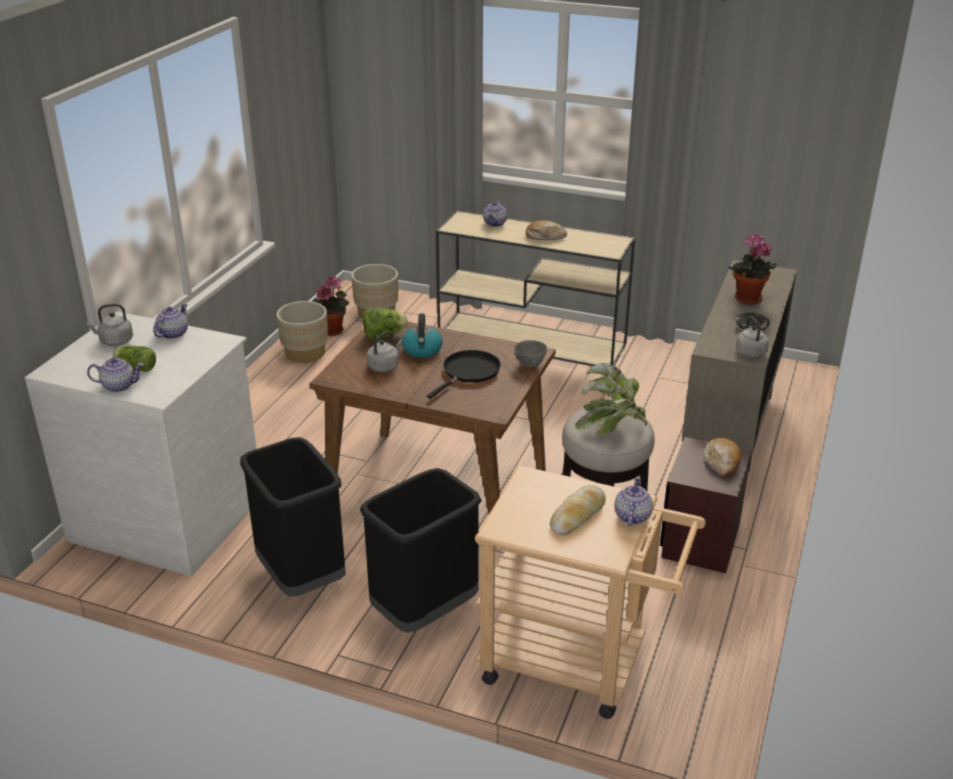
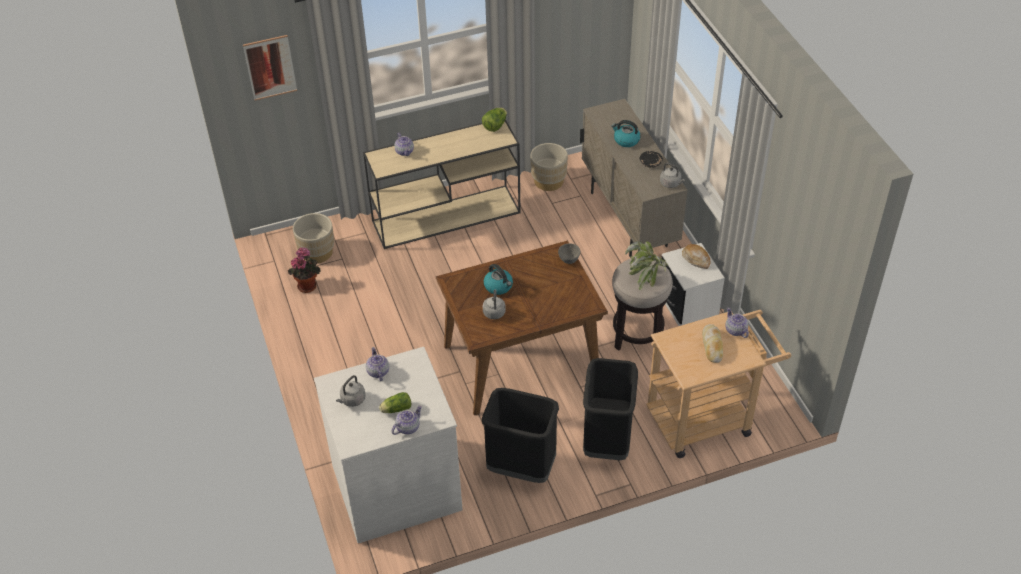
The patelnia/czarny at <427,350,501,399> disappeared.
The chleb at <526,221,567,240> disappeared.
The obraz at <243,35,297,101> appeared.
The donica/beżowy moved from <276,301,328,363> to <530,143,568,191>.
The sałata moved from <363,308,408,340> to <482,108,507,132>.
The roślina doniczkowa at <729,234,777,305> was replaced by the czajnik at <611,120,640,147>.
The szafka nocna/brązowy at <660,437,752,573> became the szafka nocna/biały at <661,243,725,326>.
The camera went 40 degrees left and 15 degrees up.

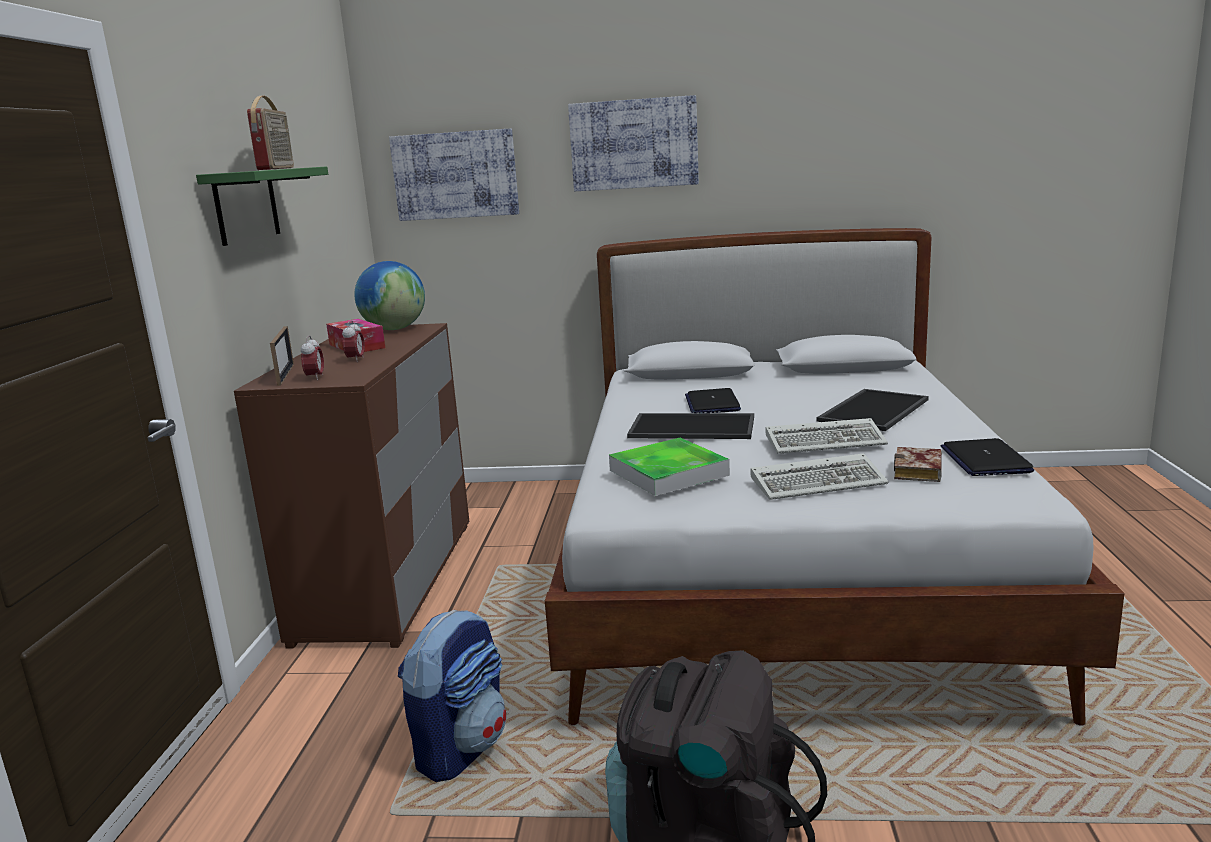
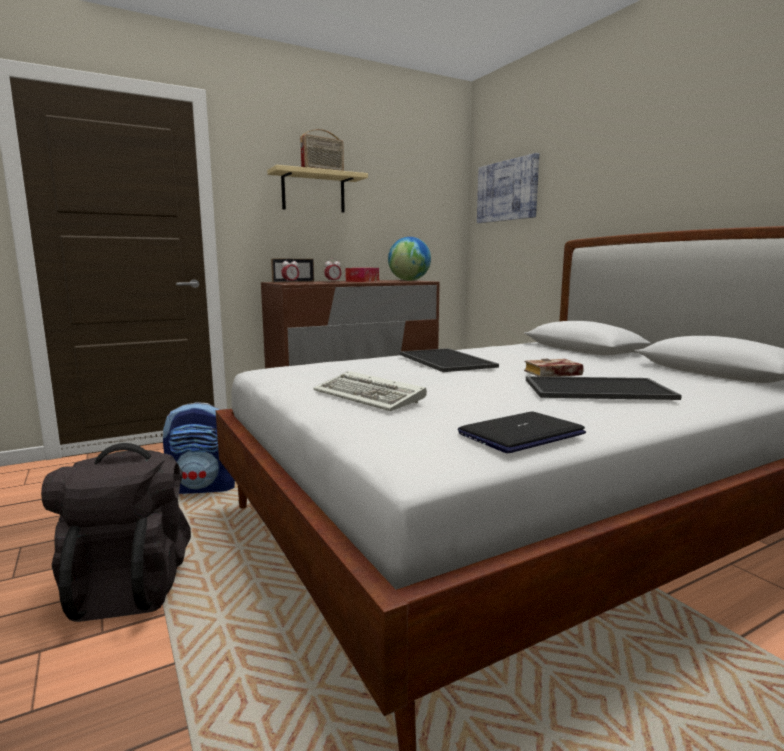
The obraz at <568,95,699,191> disappeared.
The taca at <609,438,730,496> disappeared.
The laptop at <685,388,741,413> disappeared.
The klawiatura at <765,418,888,454> disappeared.
The książka moved from <894,447,942,482> to <524,359,584,377>.
The półka/zielony at <196,166,328,246> became the półka/beżowy at <267,165,368,213>.
The camera went 55 degrees right and 5 degrees down.

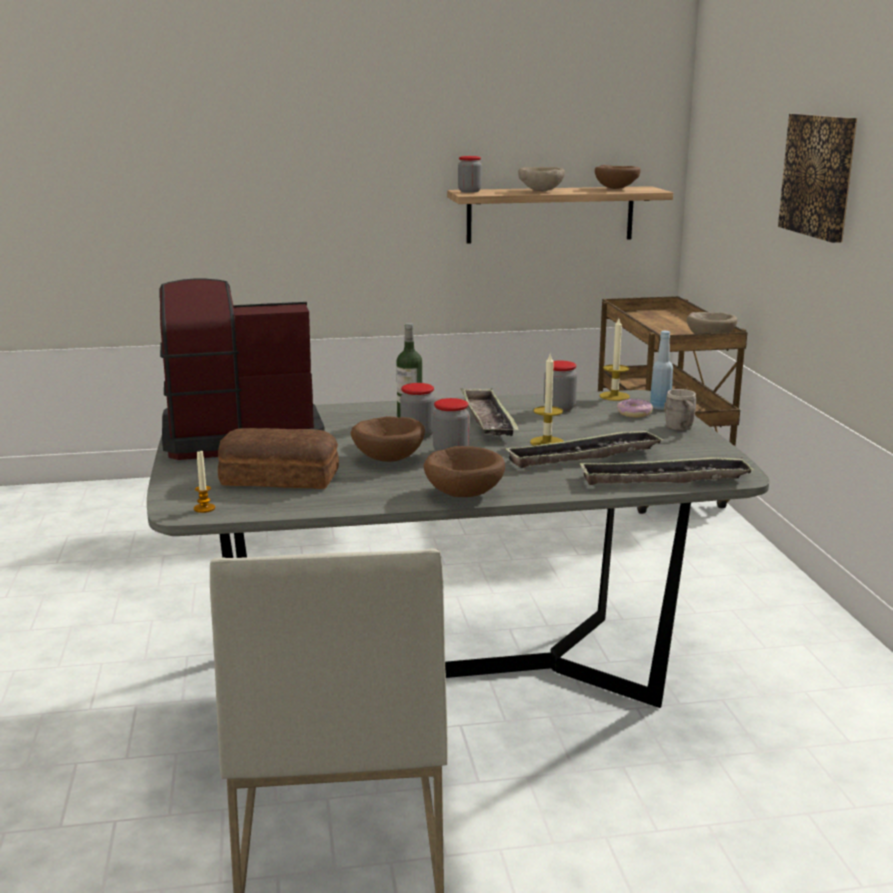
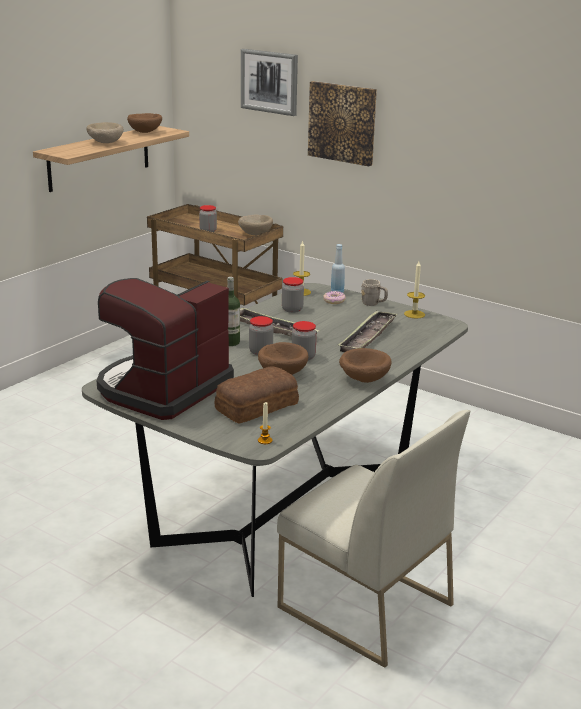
The taca at <579,457,755,485> disappeared.
The obraz at <241,49,298,116> appeared.
The słoik moved from <458,156,482,193> to <199,205,217,232>.
The świeca moved from <530,354,564,446> to <404,261,425,319>.
The camera went 45 degrees left and 5 degrees up.

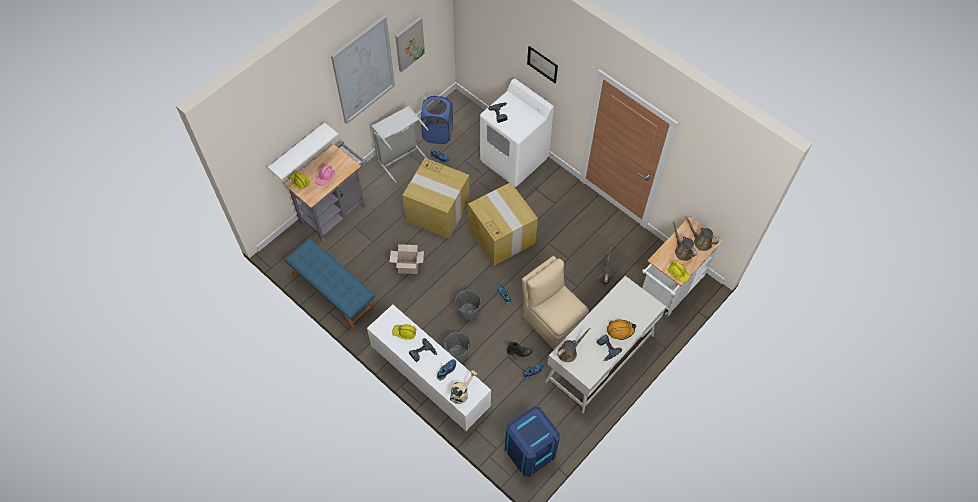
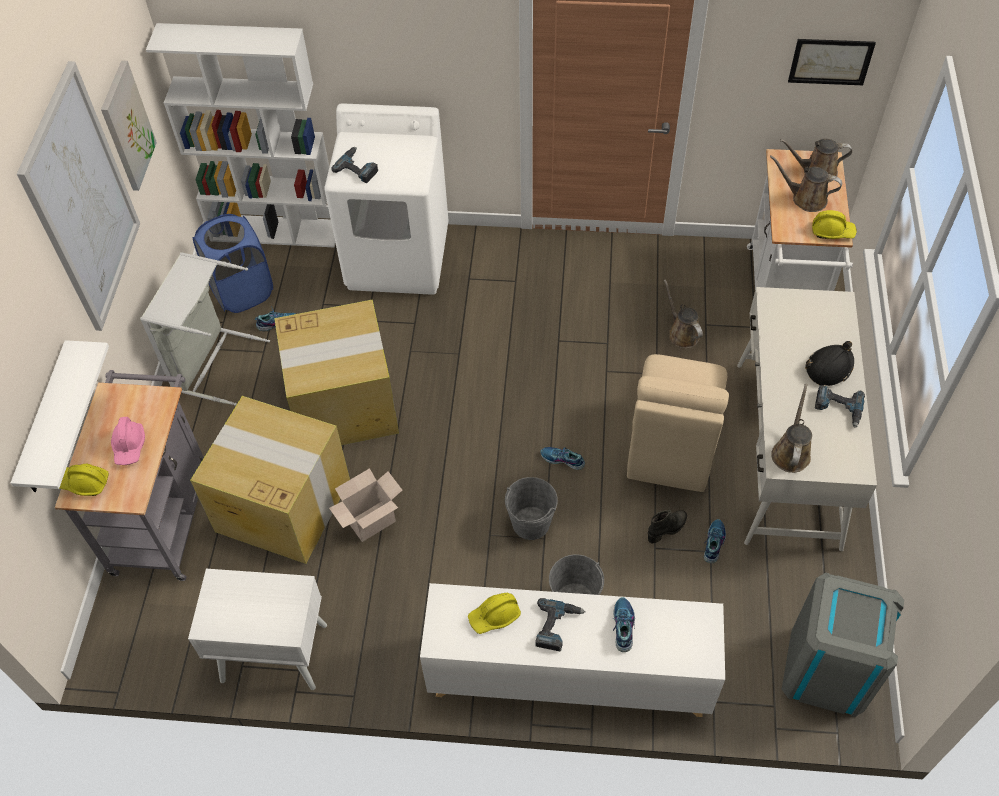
The konewka/beżowy at <450,370,477,404> disappeared.
The regał/biały at <146,23,335,247> appeared.
The karton moved from <468,182,538,265> to <190,396,350,564>.
The obraz moved from <527,46,558,84> to <788,39,876,85>.
The ławka/niebieski at <285,239,375,329> was replaced by the szafka nocna/biały at <188,569,327,690>.
The kosz na śmieci/niebieski at <505,406,560,477> became the kosz na śmieci/szary at <782,573,904,717>.
The kask/pomarańczowy at <607,320,636,340> became the kask/czarny at <805,341,854,386>.
The krzesło/beżowy at <522,256,589,350> turned 90 degrees counterclockwise.
The camera went 35 degrees left and 5 degrees down.

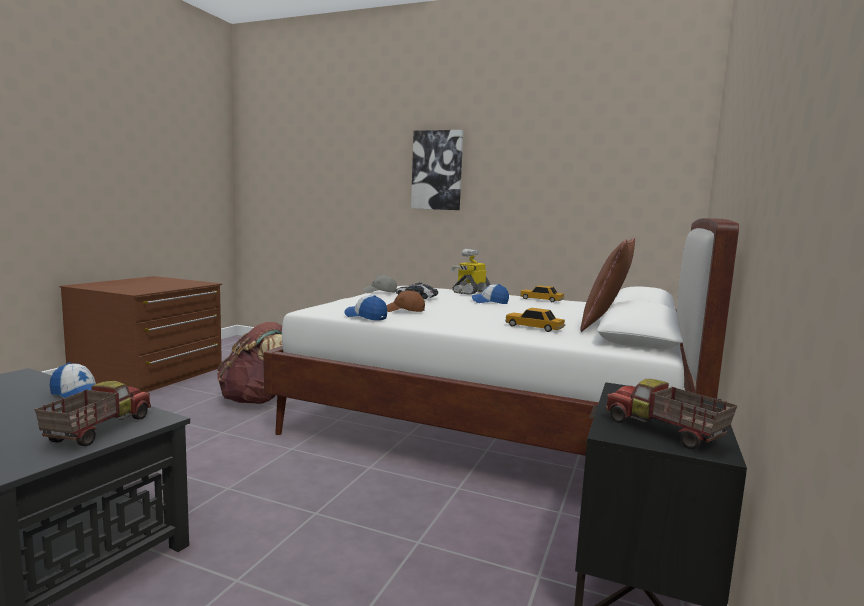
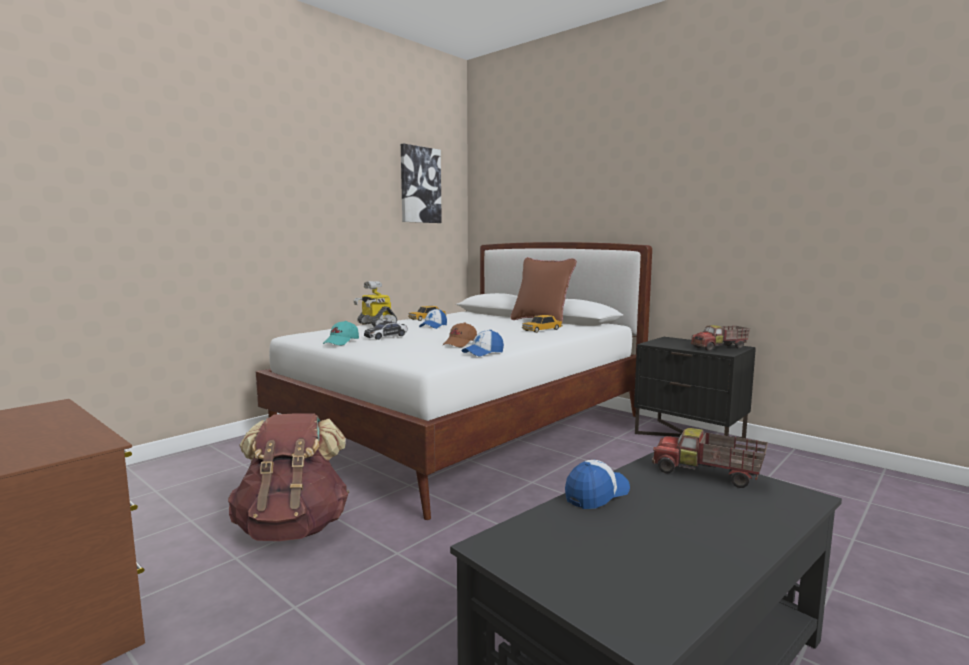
The obraz moved from <411,130,463,210> to <401,143,442,223>.
The czapka z daszkiem/szary at <363,275,397,293> became the czapka z daszkiem/turkusowy at <323,321,359,345>.
The camera went 70 degrees left and 0 degrees up.

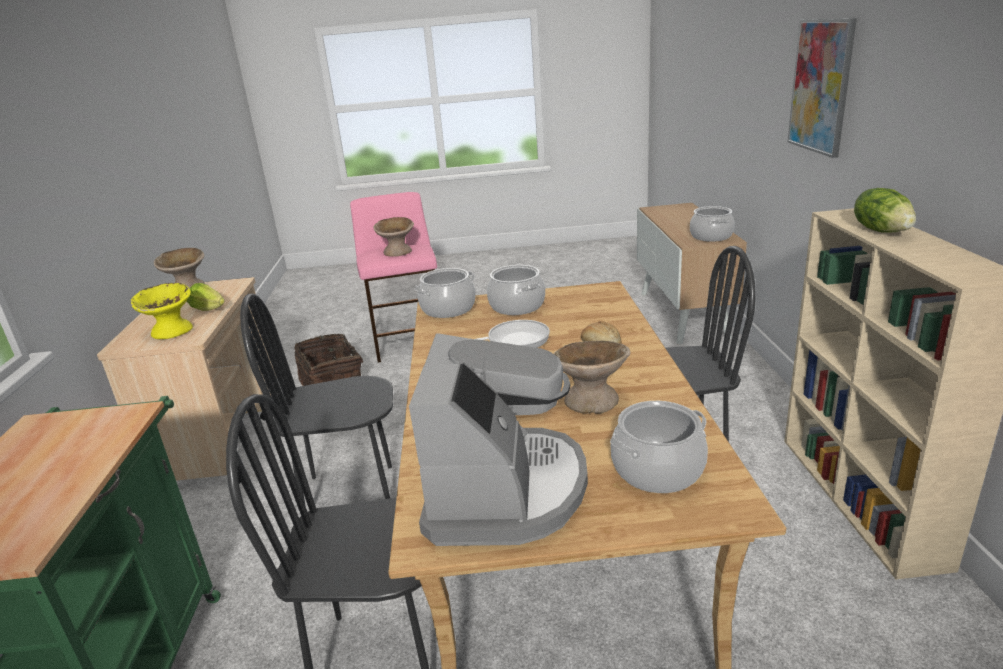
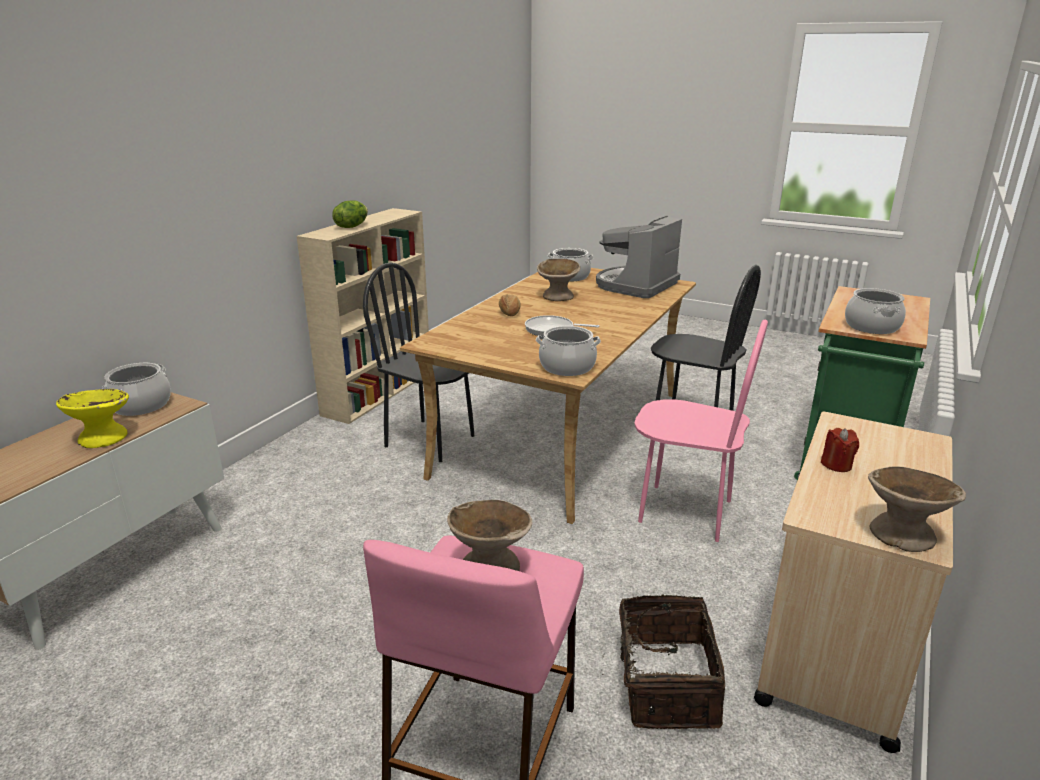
The obraz at <788,18,857,158> disappeared.
The miska/żółty moved from <131,283,193,339> to <56,389,129,448>.
The garnek moved from <487,265,545,315> to <845,288,906,334>.
The sałata at <187,283,225,311> was replaced by the świeca/czerwony at <821,428,859,472>.
The krzesło/czarny at <240,293,393,504> became the krzesło/różowy at <634,320,768,542>.
The camera went 150 degrees left and 0 degrees up.

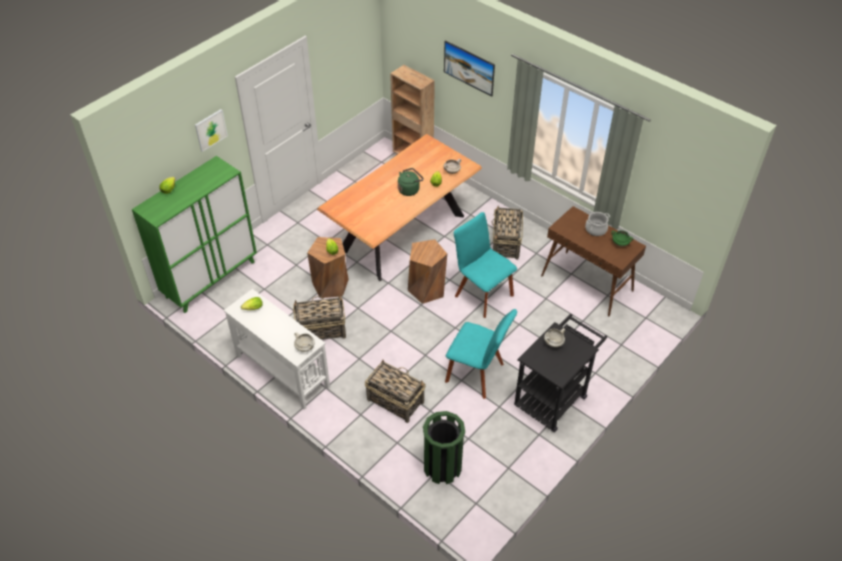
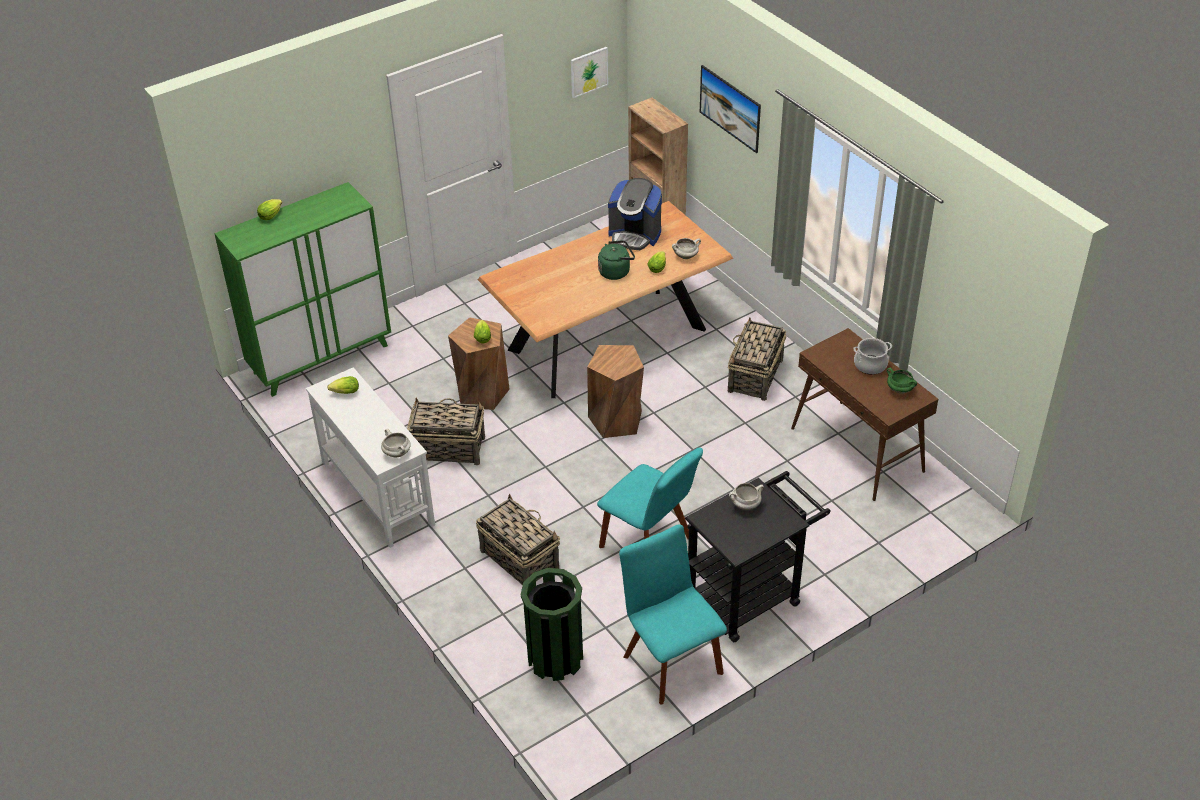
The ekspres do kawy at <608,178,662,250> appeared.
The obraz moved from <195,109,228,152> to <571,47,608,98>.
The krzesło/turkusowy moved from <454,212,517,318> to <619,524,727,704>.
The camera went 15 degrees right and 5 degrees down.

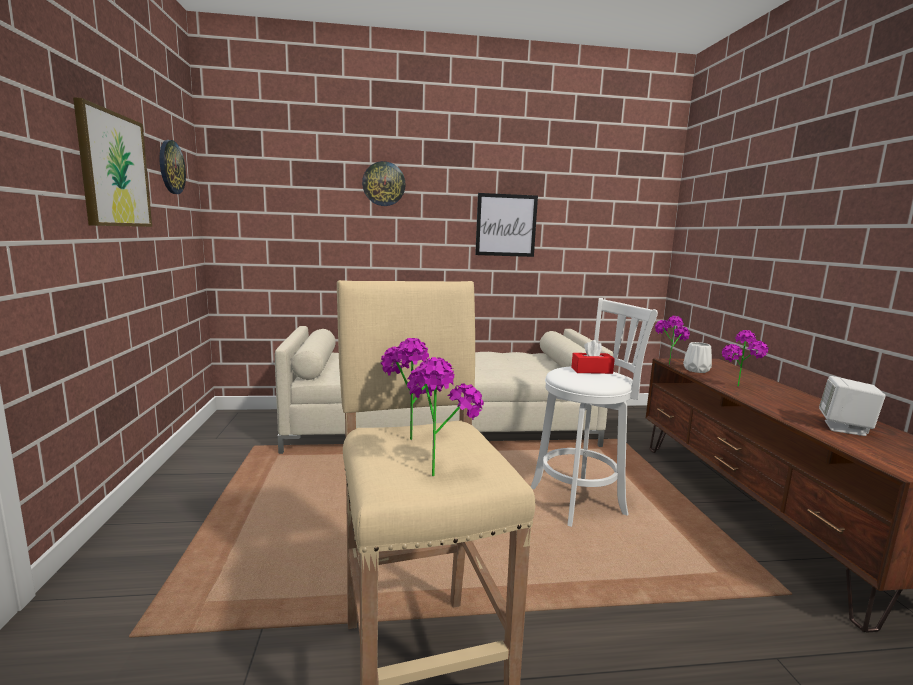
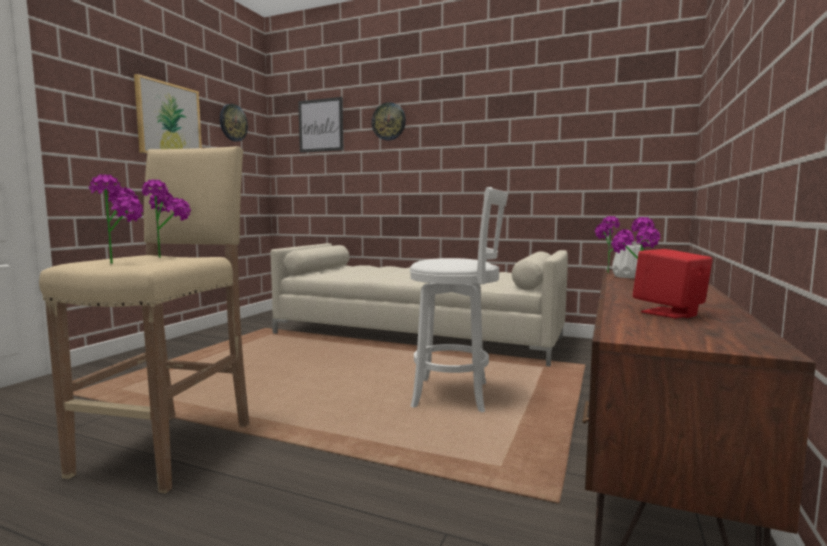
The pudełko chusteczek/czerwony at <571,340,615,374> disappeared.
The obraz moved from <475,193,538,257> to <298,97,343,153>.
The głośnik/biały at <819,376,886,436> became the głośnik/czerwony at <633,249,713,319>.
The camera went 30 degrees right and 5 degrees down.

